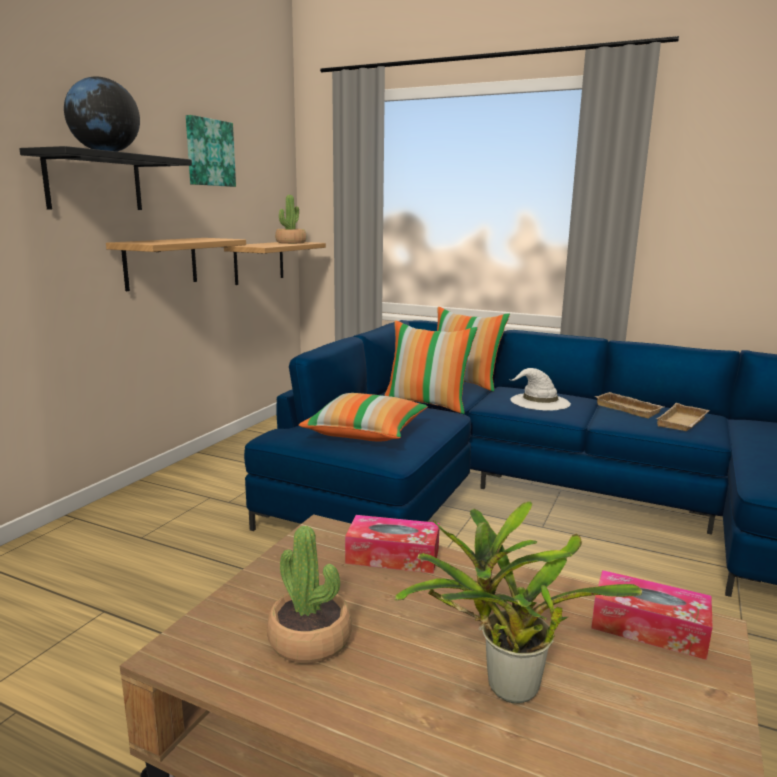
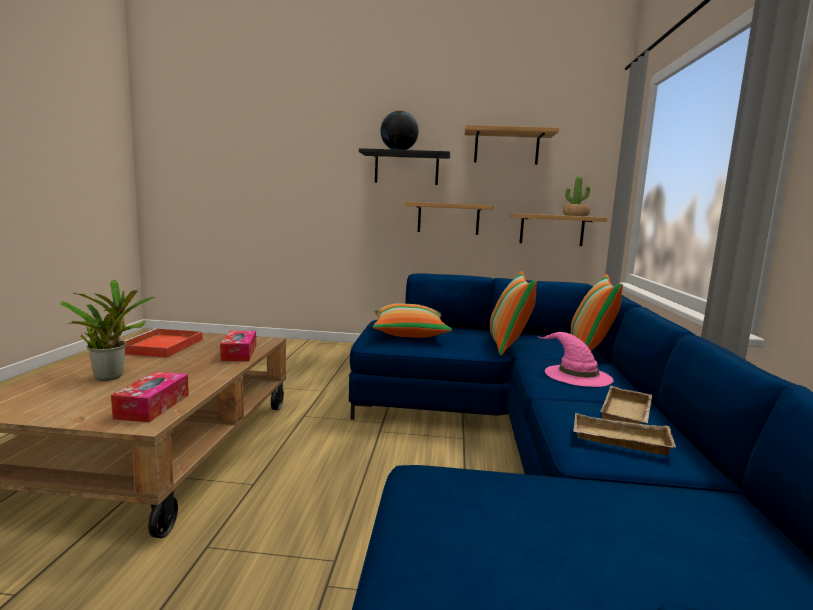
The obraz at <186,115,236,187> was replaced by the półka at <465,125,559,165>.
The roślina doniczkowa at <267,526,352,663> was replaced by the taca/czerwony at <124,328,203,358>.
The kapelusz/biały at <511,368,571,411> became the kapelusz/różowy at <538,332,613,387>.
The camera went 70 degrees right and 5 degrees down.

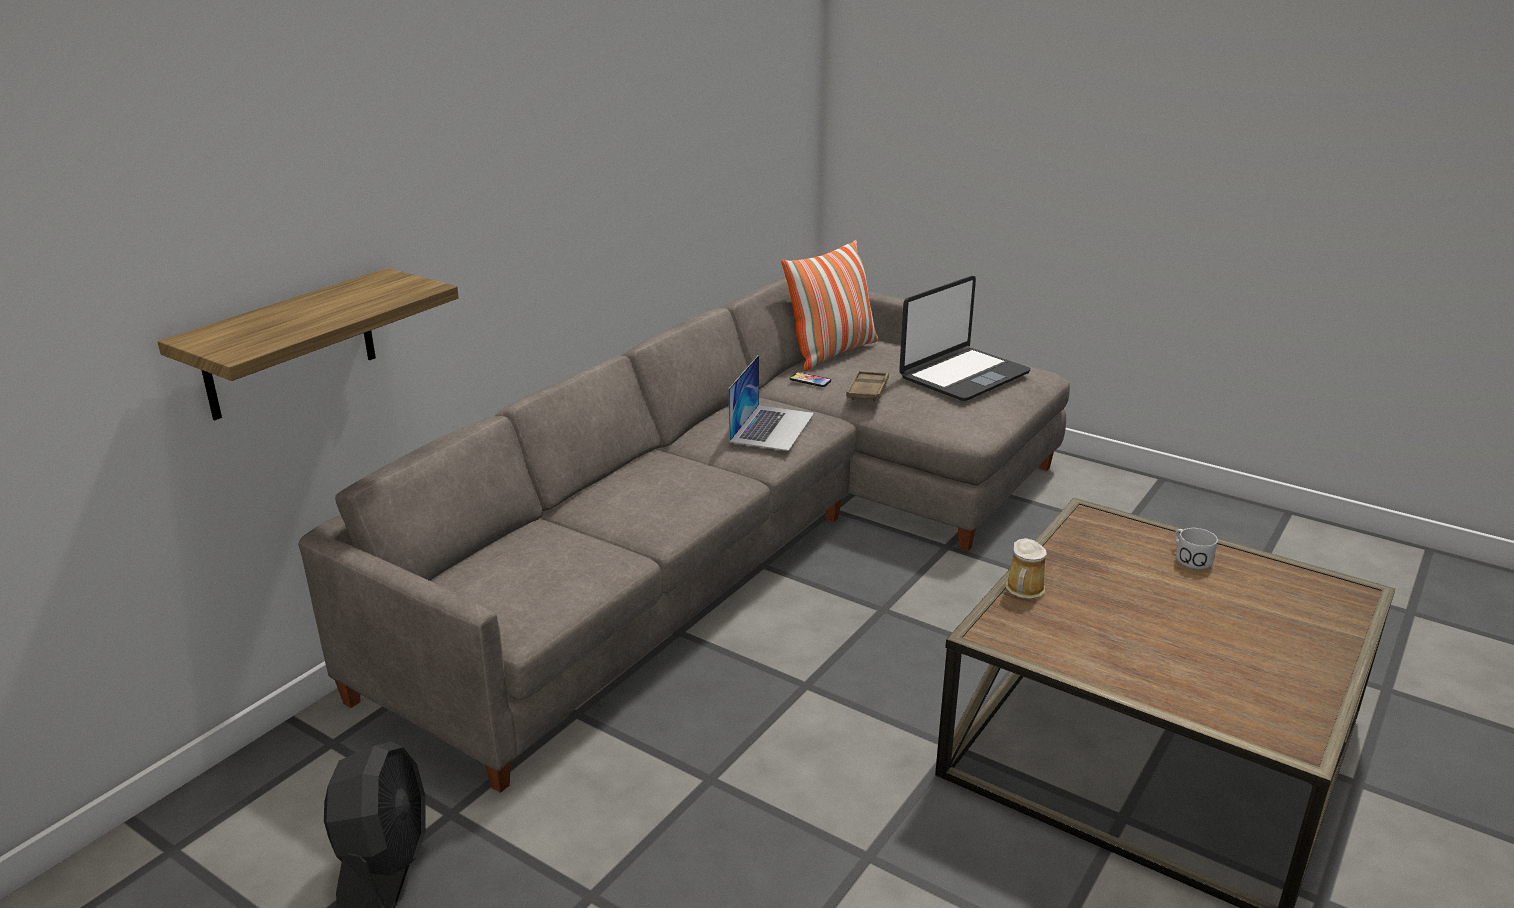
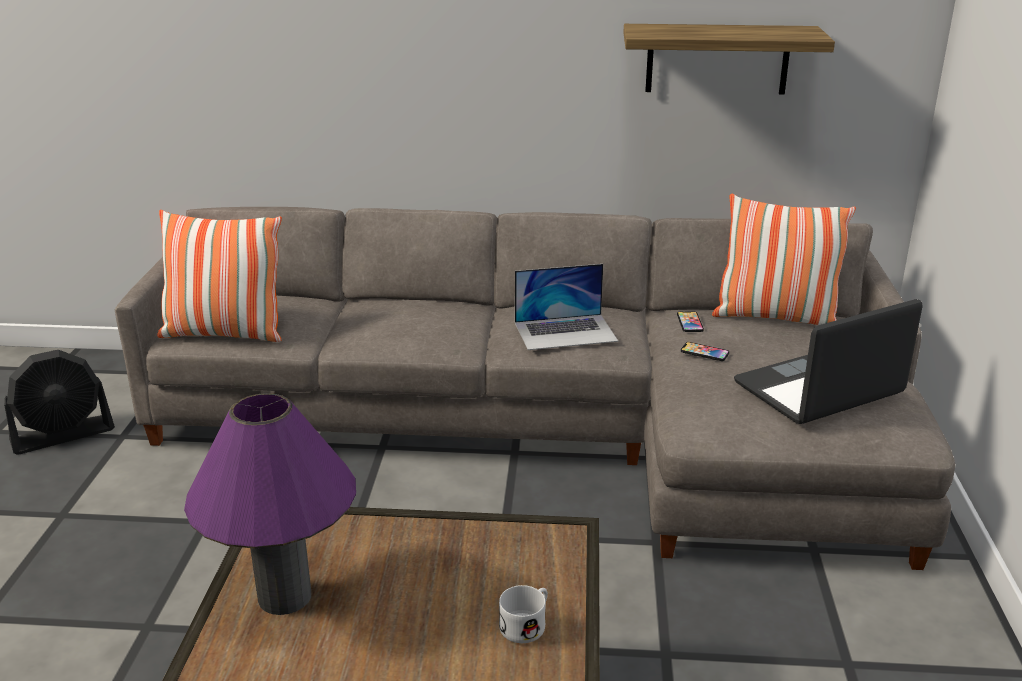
The kubek at <1006,538,1046,599> disappeared.
The poduszka at <157,210,282,342> appeared.
The lampa stołowa/fioletowy at <184,393,356,615> appeared.
The półka moved from <157,268,459,420> to <623,24,835,95>.
The taca/brązowy at <846,370,889,402> was replaced by the telefon at <681,342,729,361>.
The laptop at <899,276,1031,401> turned 135 degrees clockwise.
The camera went 60 degrees right and 0 degrees up.

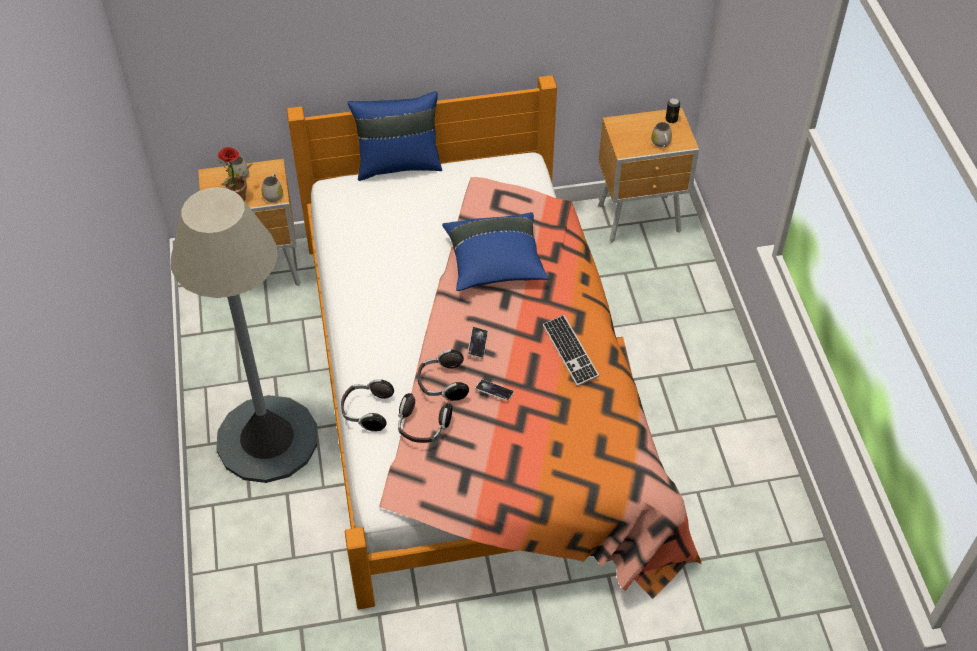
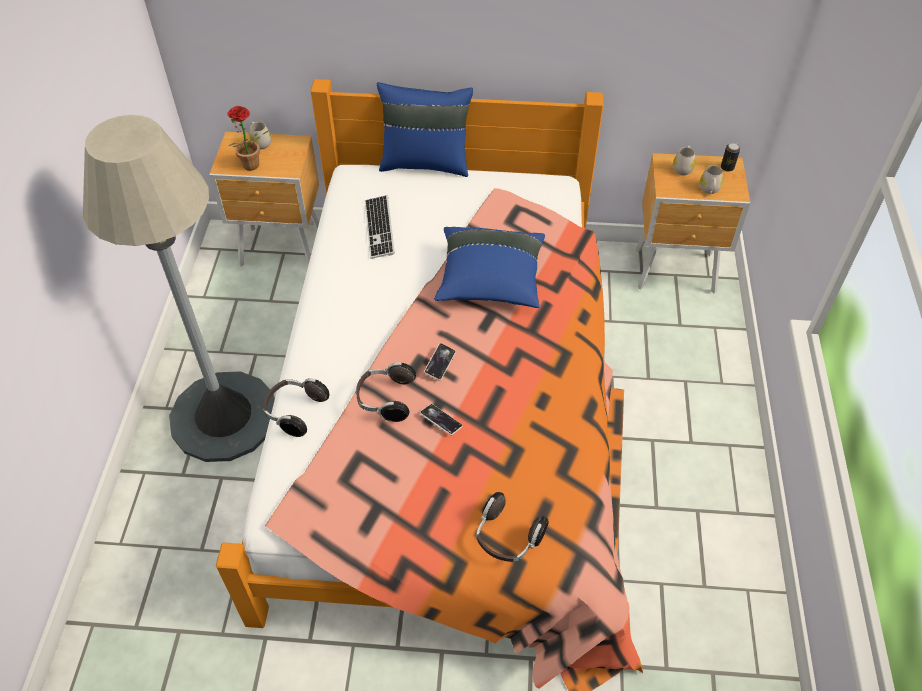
The kubek/biały moved from <262,174,283,202> to <673,146,695,175>.
The słuchawki moved from <398,393,452,443> to <476,492,549,562>.
The klawiatura moved from <542,315,599,386> to <365,195,395,259>.
The camera went 15 degrees right and 0 degrees up.

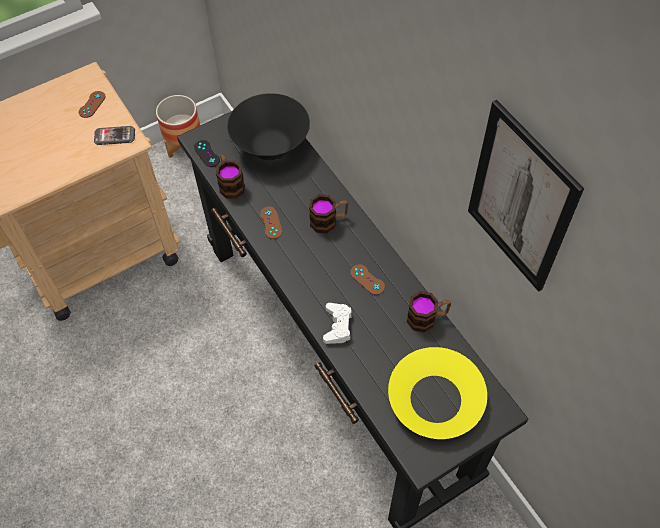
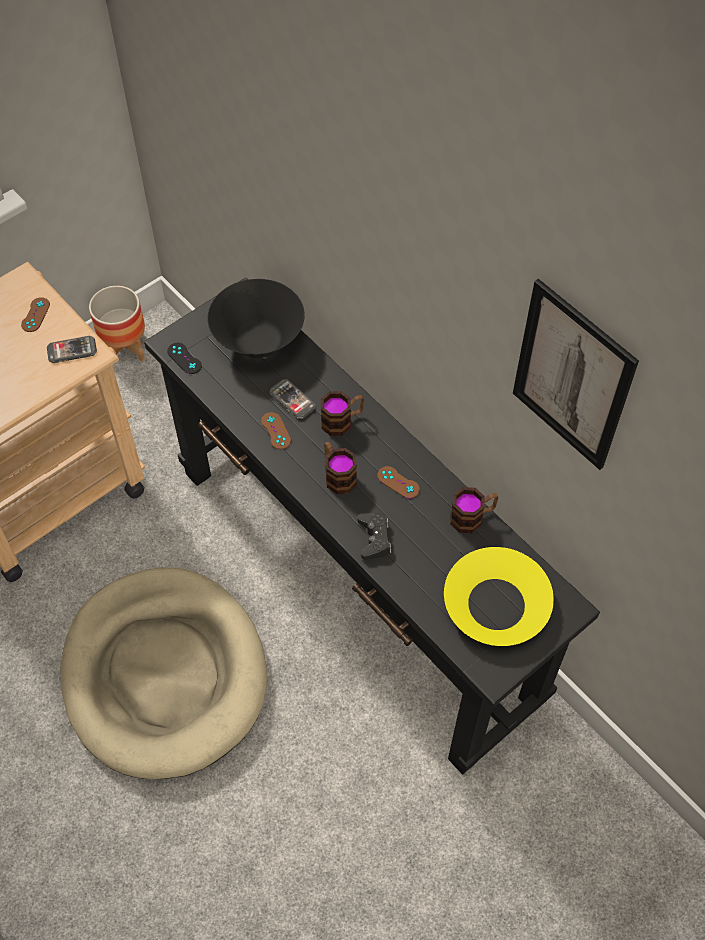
The legowisko/beżowy at <60,567,267,779> appeared.
The telefon at <270,379,316,419> appeared.
The kubek moved from <216,155,245,199> to <324,442,357,494>.
The pad do gier/biały at <323,303,352,344> became the pad do gier/czarny at <358,513,391,560>.
The camera went 10 degrees left and 0 degrees up.

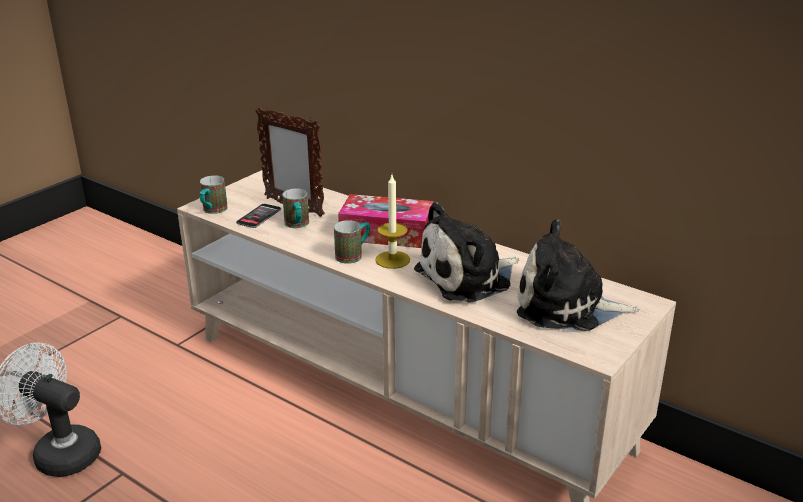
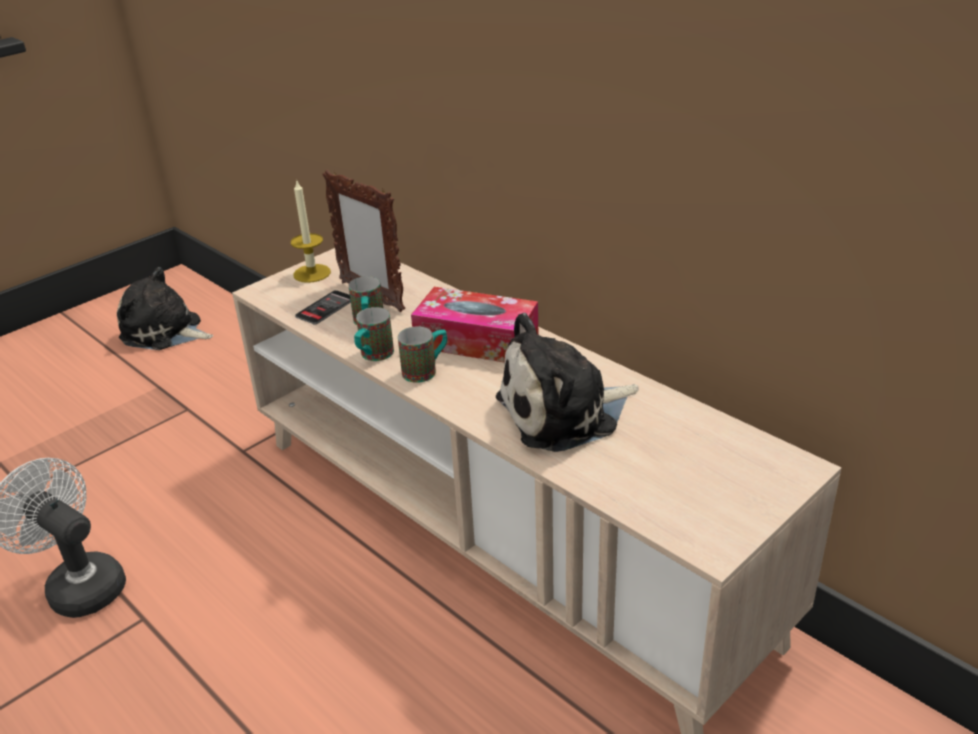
The kubek moved from <200,175,228,214> to <354,307,394,361>.
The świeca moved from <376,175,410,269> to <291,181,331,283>.
The pluszak moved from <517,219,639,331> to <117,267,213,350>.
The camera went 10 degrees right and 5 degrees up.

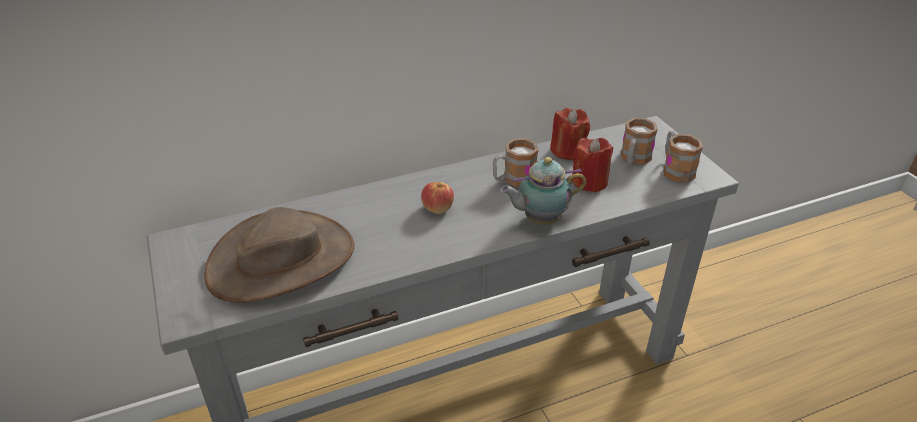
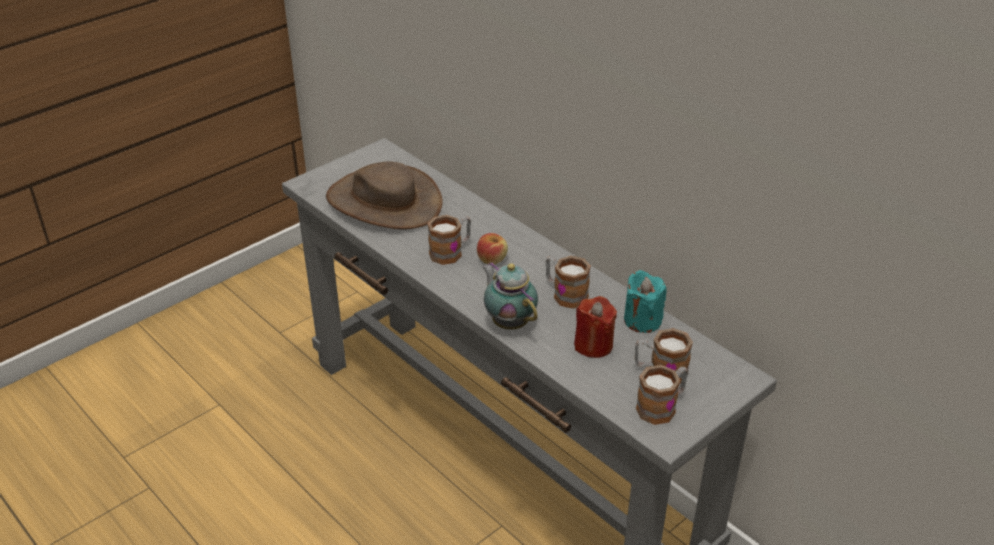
The kubek at <427,215,471,265> appeared.
The świeca/czerwony at <550,108,590,160> became the świeca/turkusowy at <624,270,667,333>.
The camera went 70 degrees right and 0 degrees up.

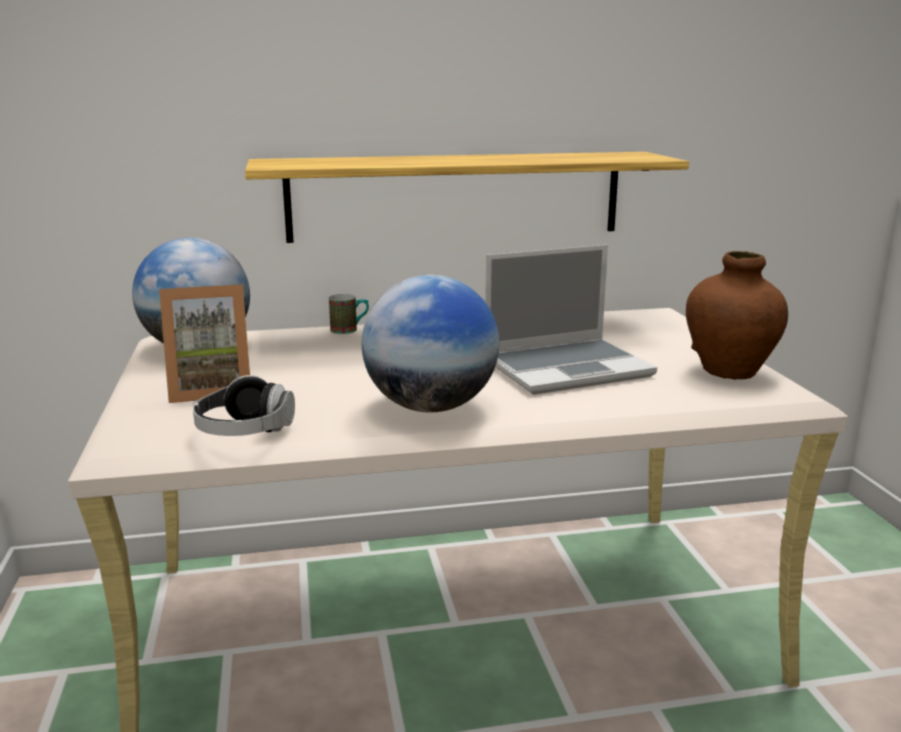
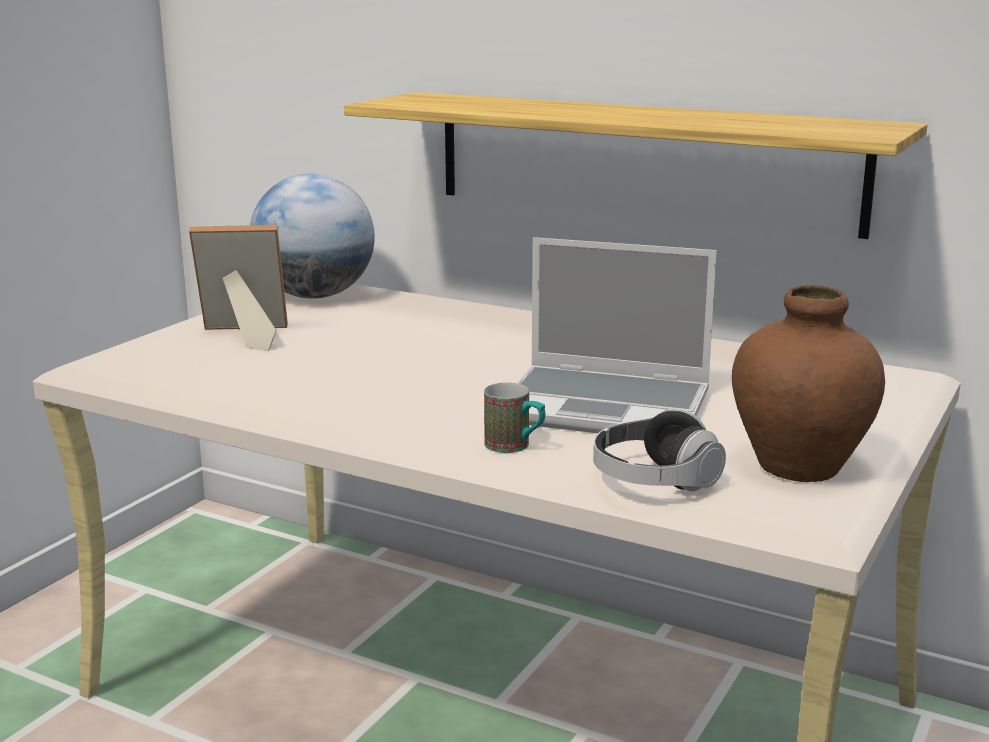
The globus at <362,275,499,413> disappeared.
The słuchawki moved from <193,375,295,436> to <593,408,726,492>.
The kubek moved from <329,294,369,334> to <484,383,545,453>.
The ramka na zdjęcie at <159,284,250,403> turned 150 degrees clockwise.
The camera went 40 degrees right and 0 degrees up.

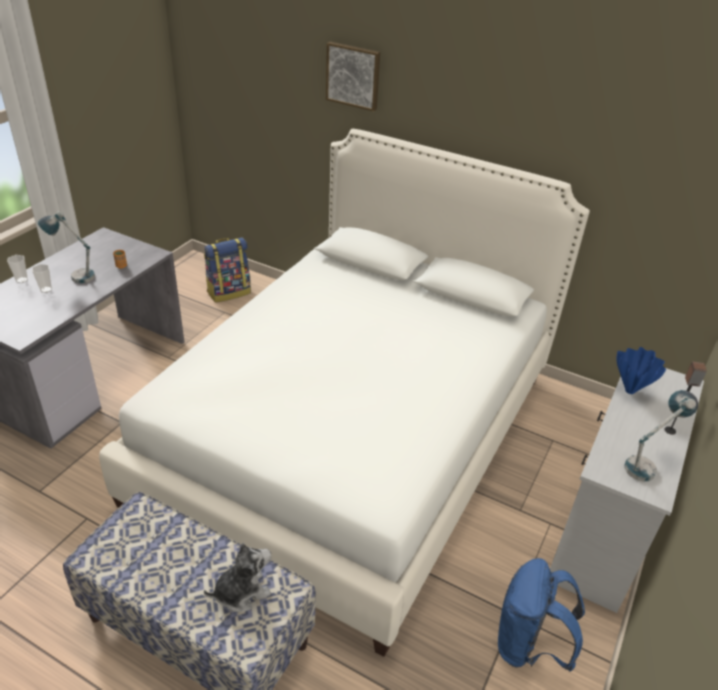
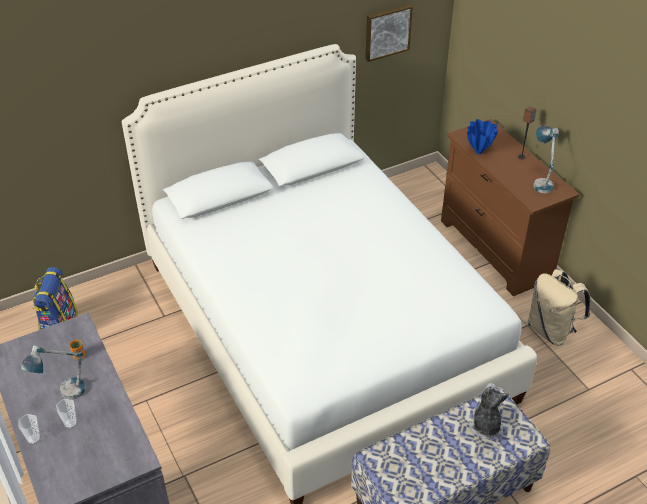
The obraz moved from <326,41,380,112> to <365,4,413,62>.
The plecak/niebieski at <498,558,585,672> became the plecak/beżowy at <528,269,591,345>.
The komoda/biały at <550,368,704,613> became the komoda/brązowy at <441,119,579,297>.
The camera went 55 degrees left and 5 degrees up.

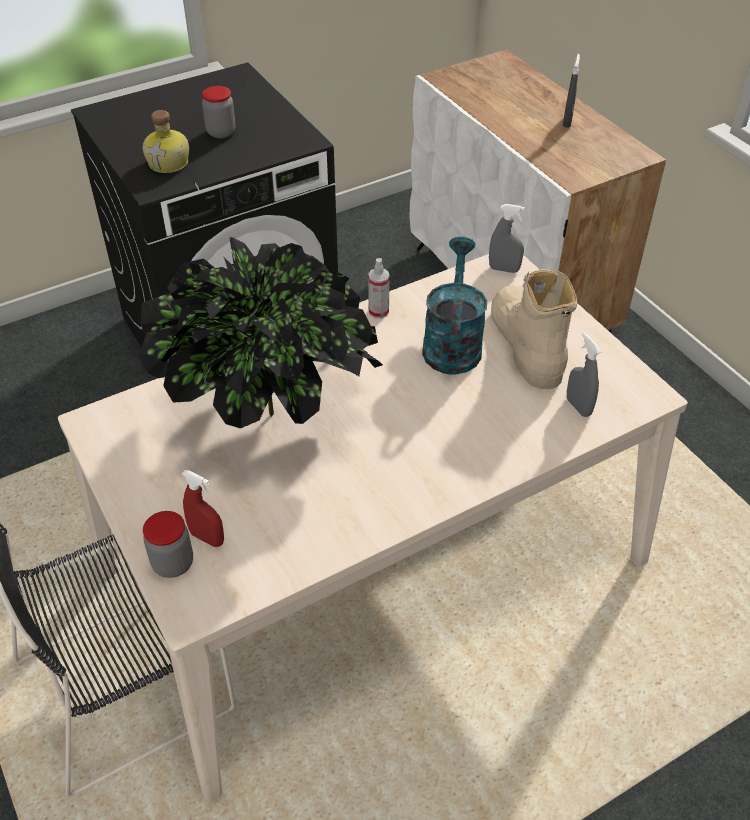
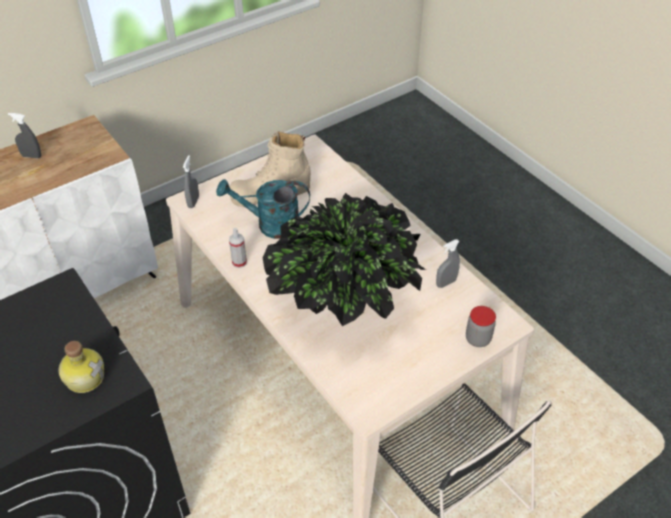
The spryskiwacz/czerwony at <182,470,224,547> disappeared.
The słoik at <202,86,236,138> disappeared.
The spryskiwacz/szary moved from <567,333,602,417> to <436,239,460,288>.
The camera went 95 degrees left and 0 degrees up.

